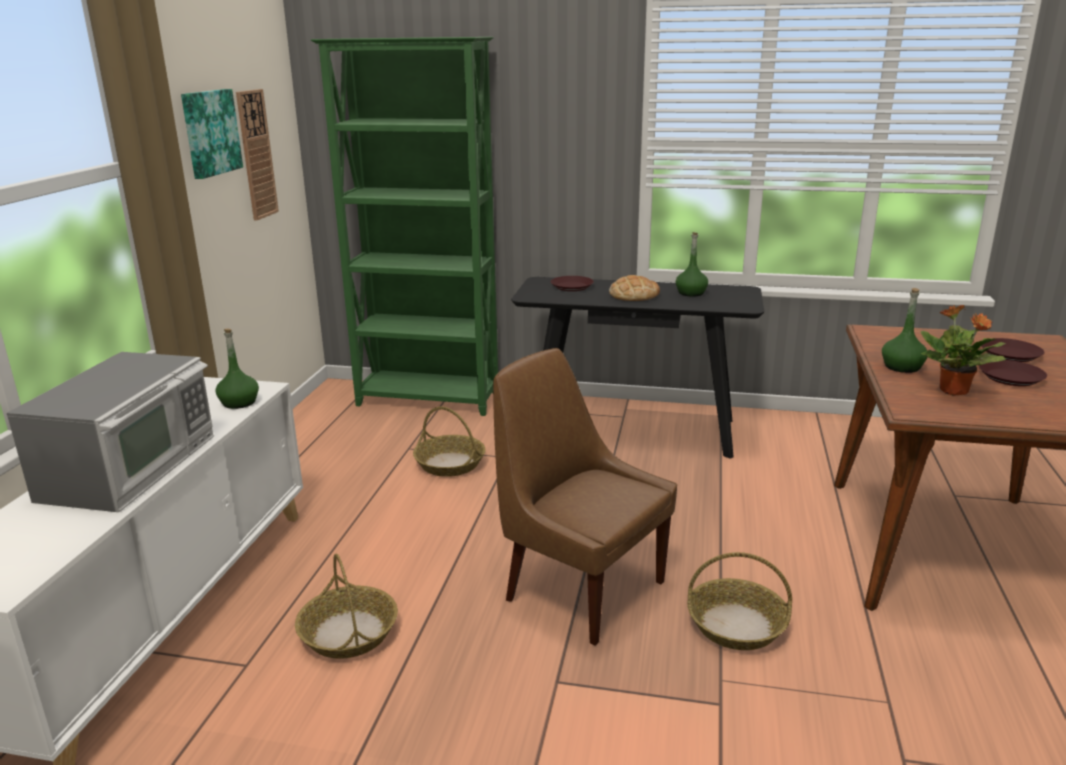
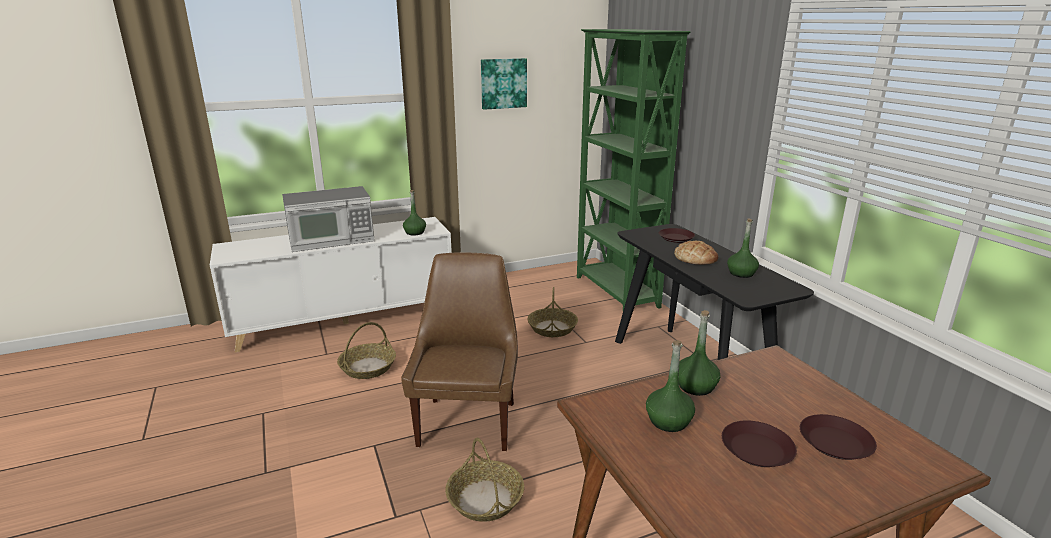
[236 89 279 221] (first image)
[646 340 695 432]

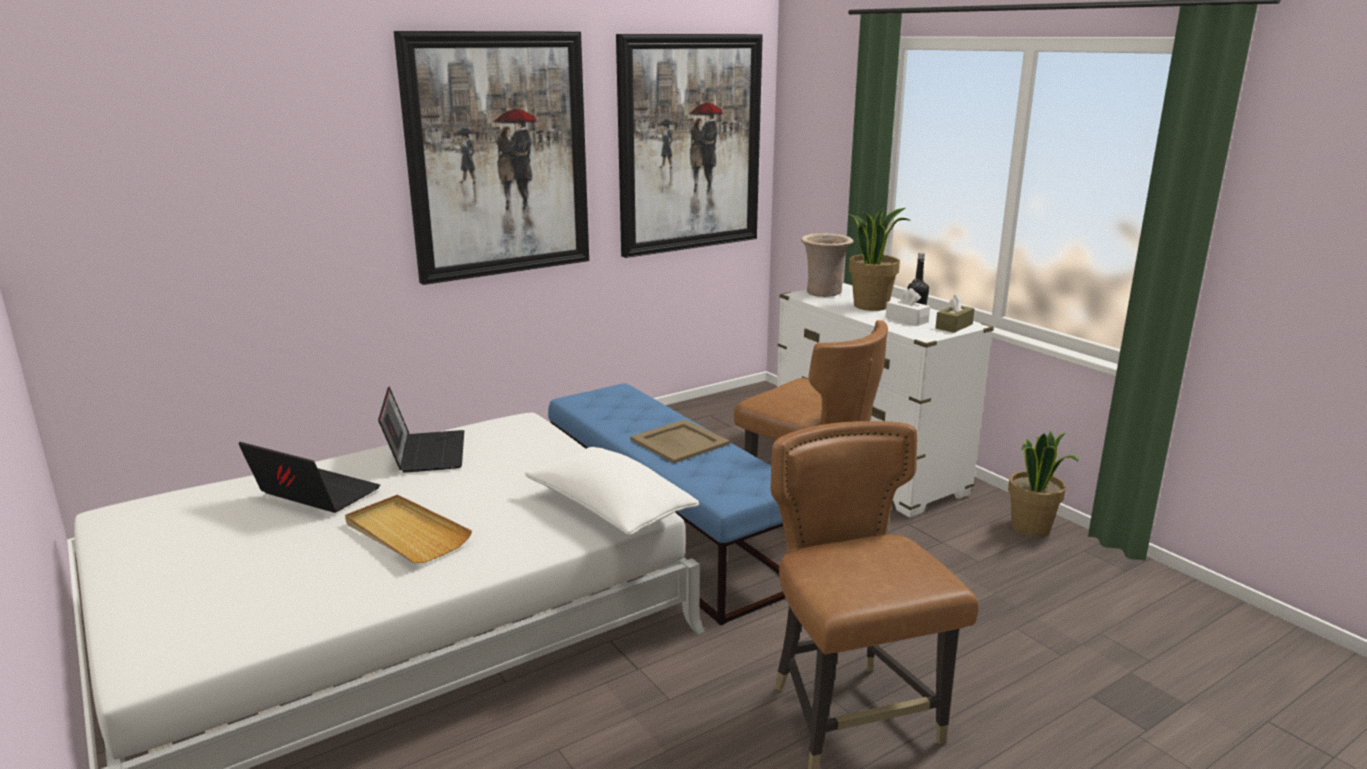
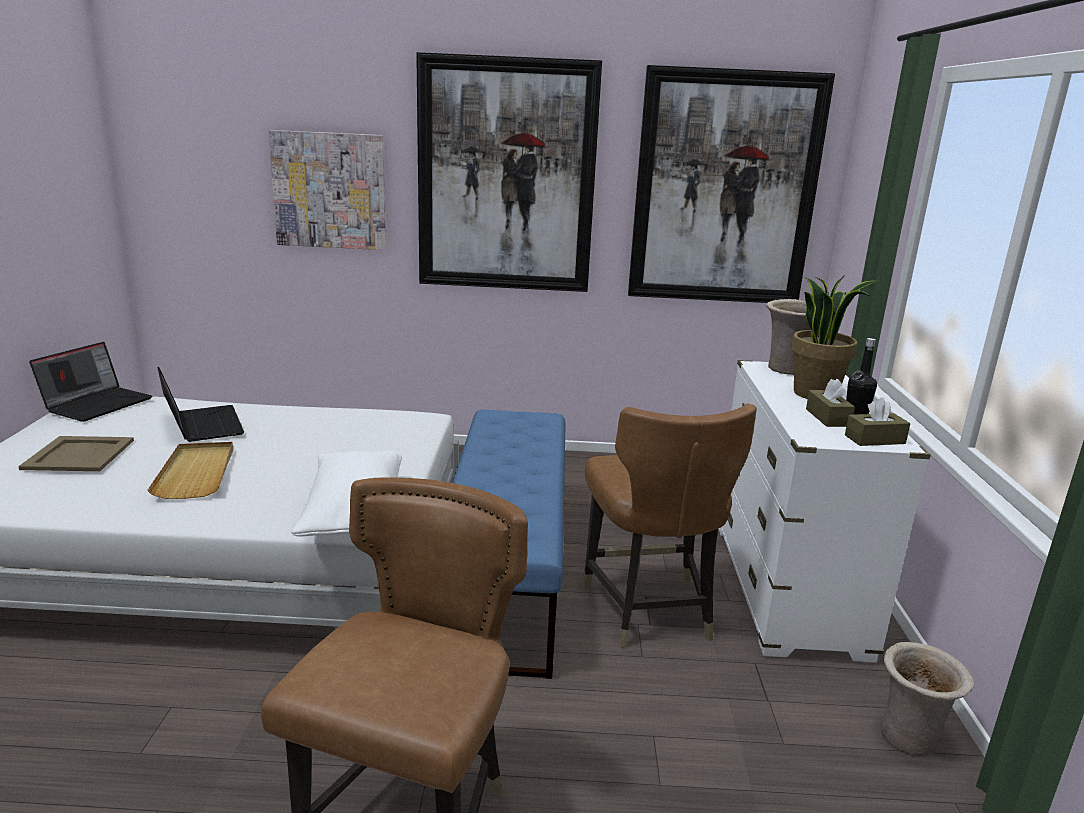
[806 379 855 427]
[29 342 152 422]
[18 436 134 471]
[880 642 974 756]
[268 130 386 250]

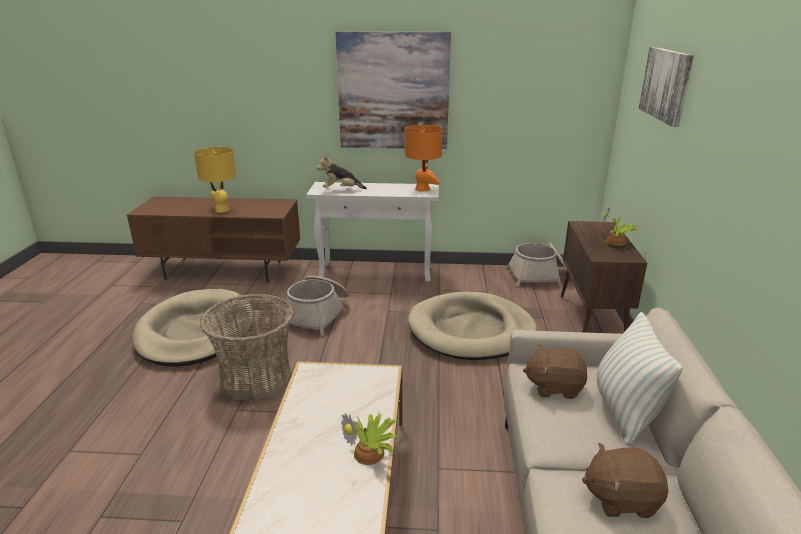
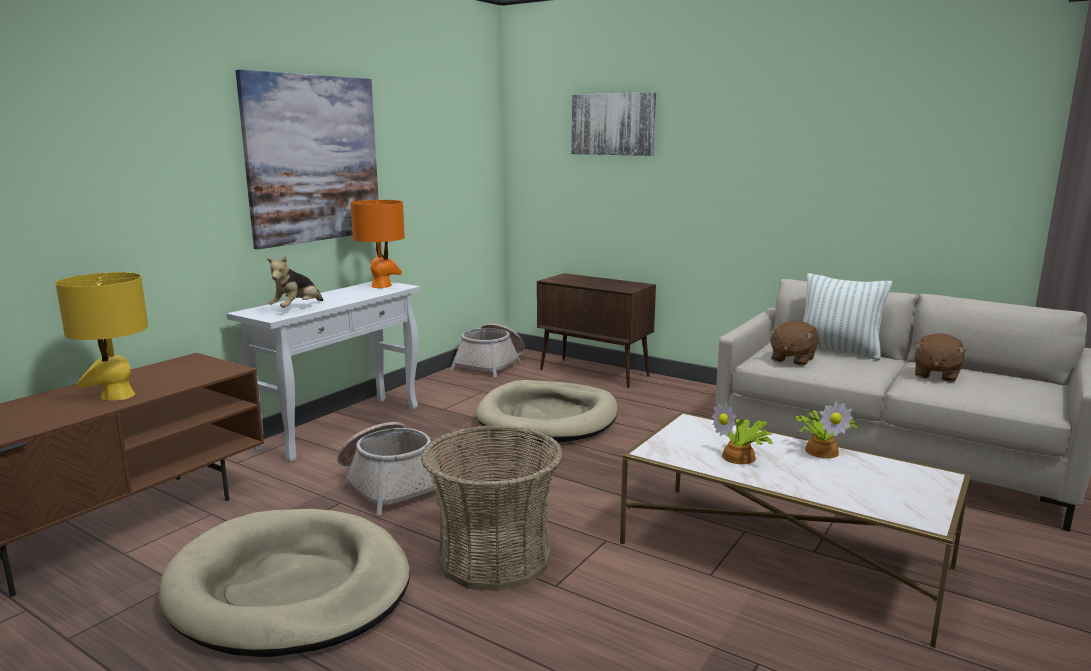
[712 402 773 464]

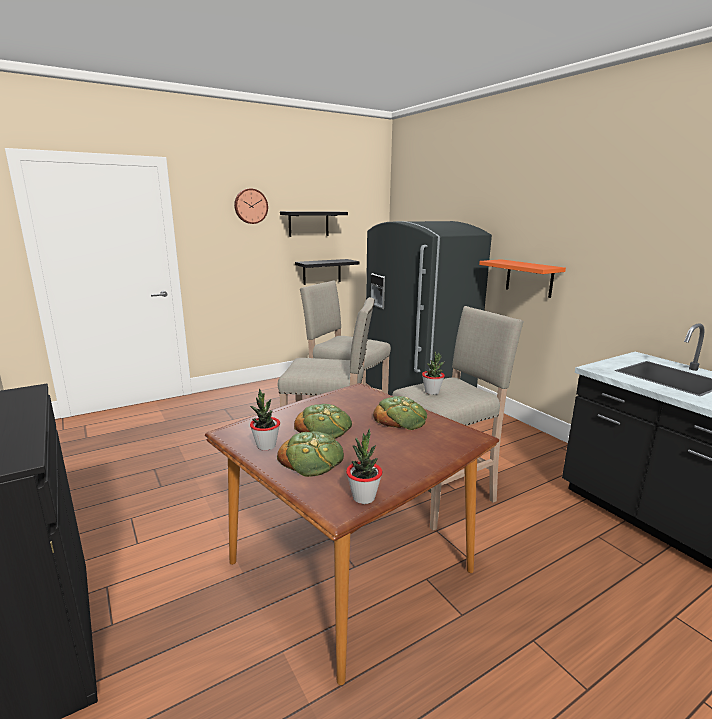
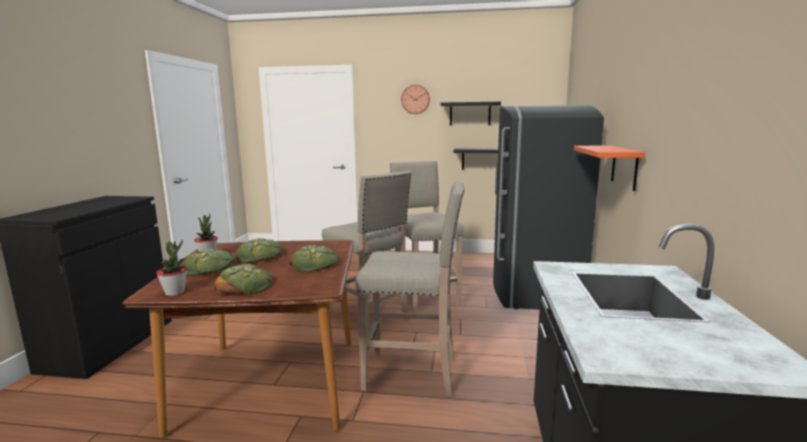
[422 352 445 395] (first image)
[214 264 273 295]

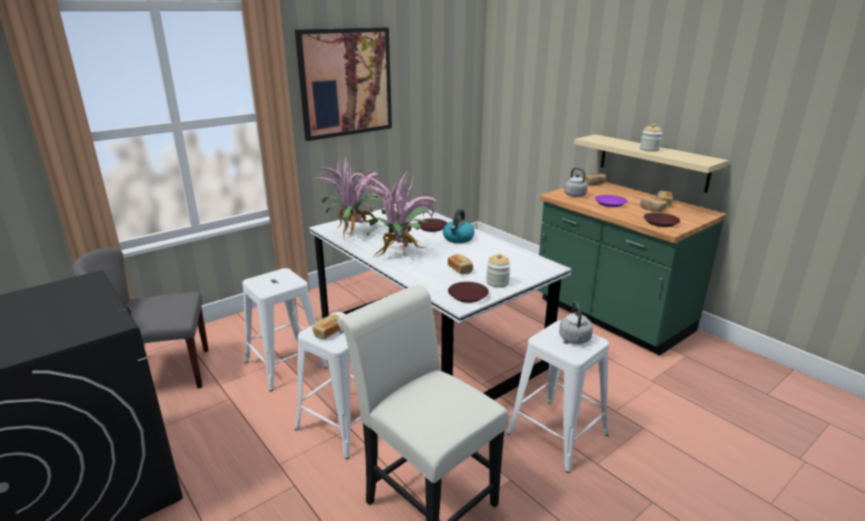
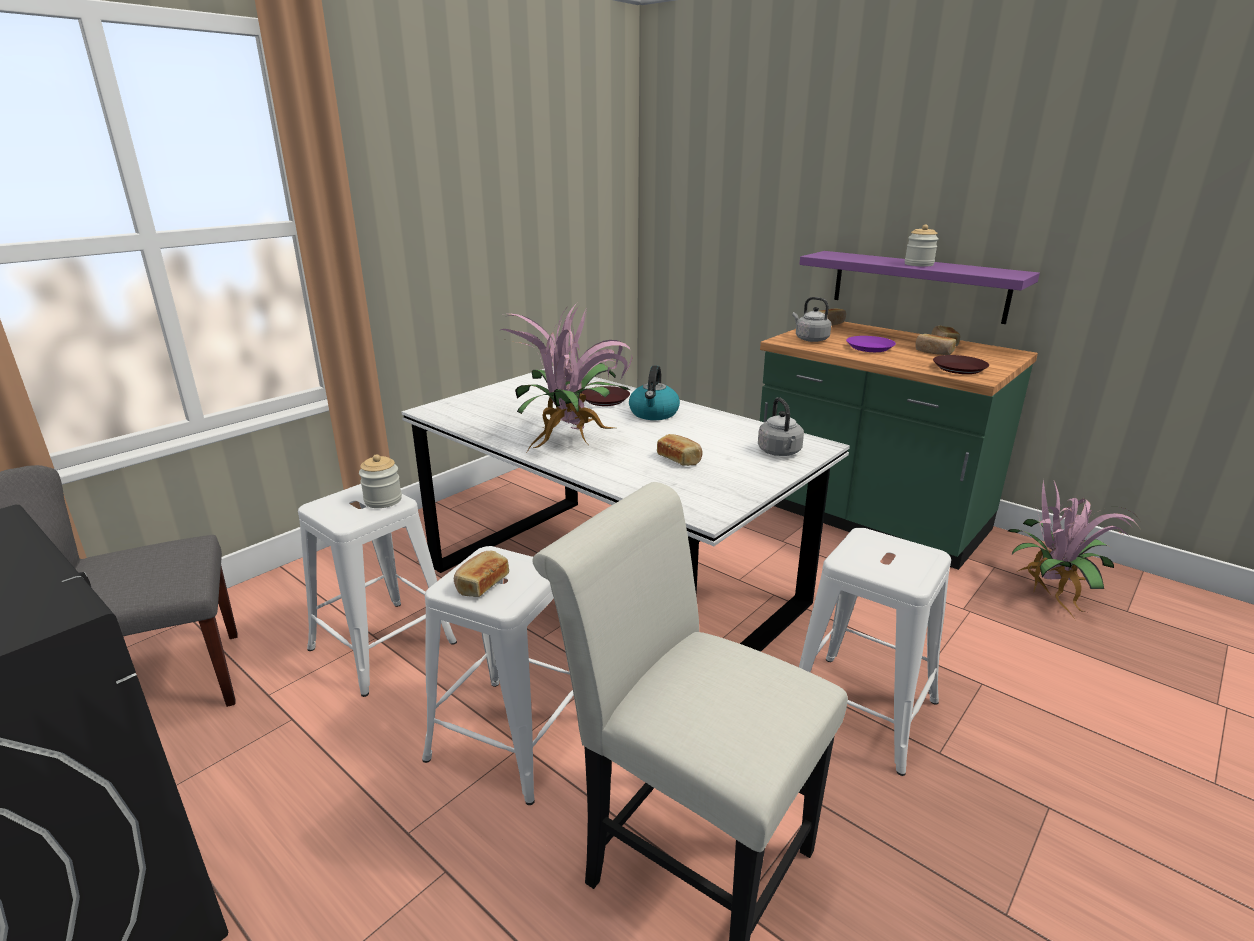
[295 27 392 141] (first image)
[799 251 1040 324]
[1007 479 1141 619]
[359 454 402 508]
[448 282 489 303] (first image)
[758 397 804 456]

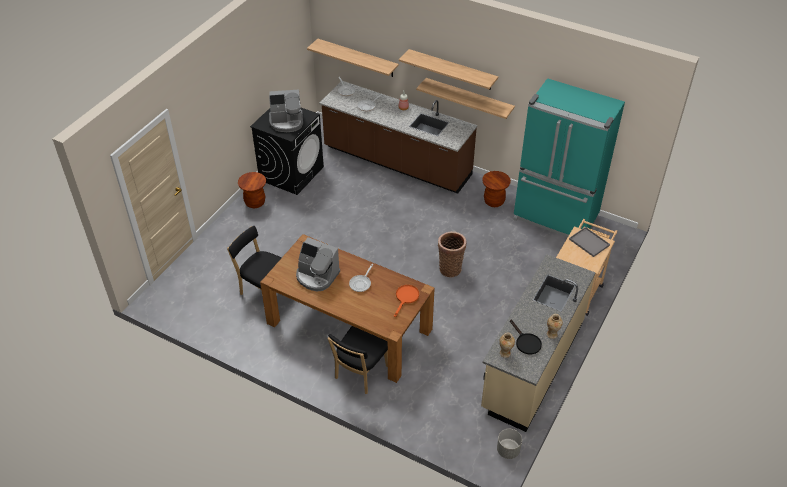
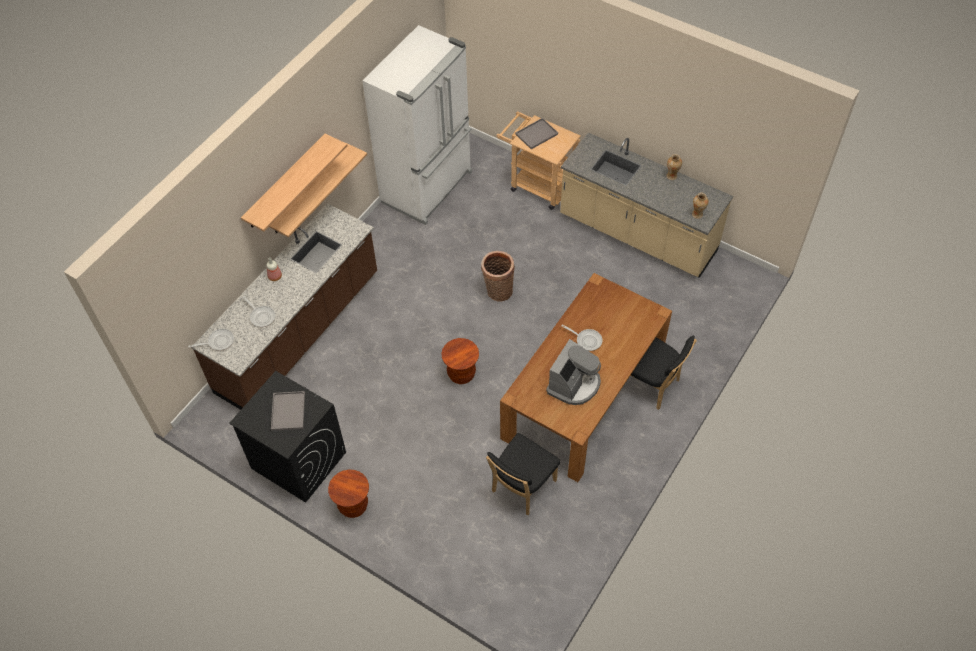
[307 39 399 77] (first image)
[363 25 472 225]
[271 391 305 431]
[441 338 479 384]
[394 285 419 317] (first image)
[510 319 542 354] (first image)
[497 429 522 459] (first image)

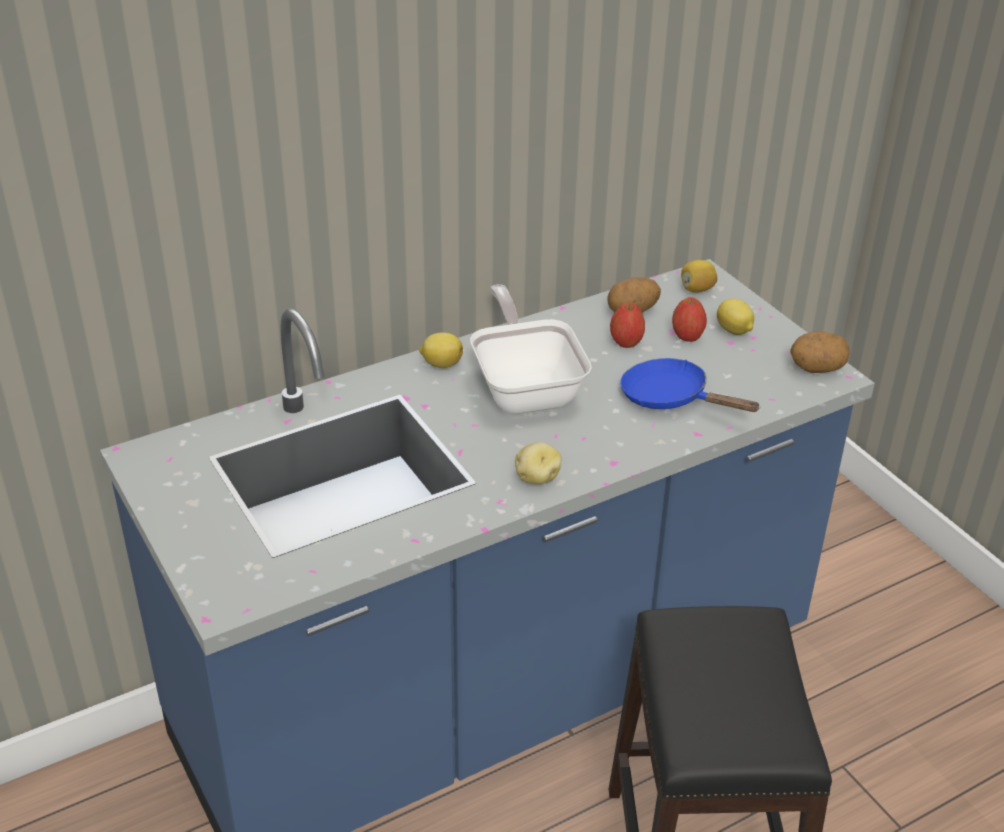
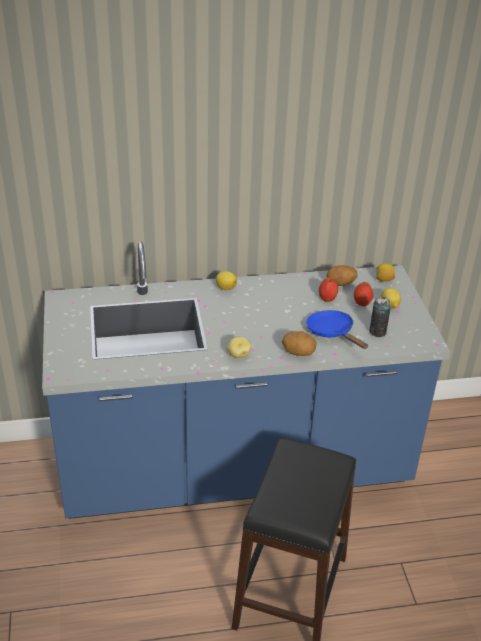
[470 284 592 414] (first image)
[282 331 316 356]
[369 297 391 337]

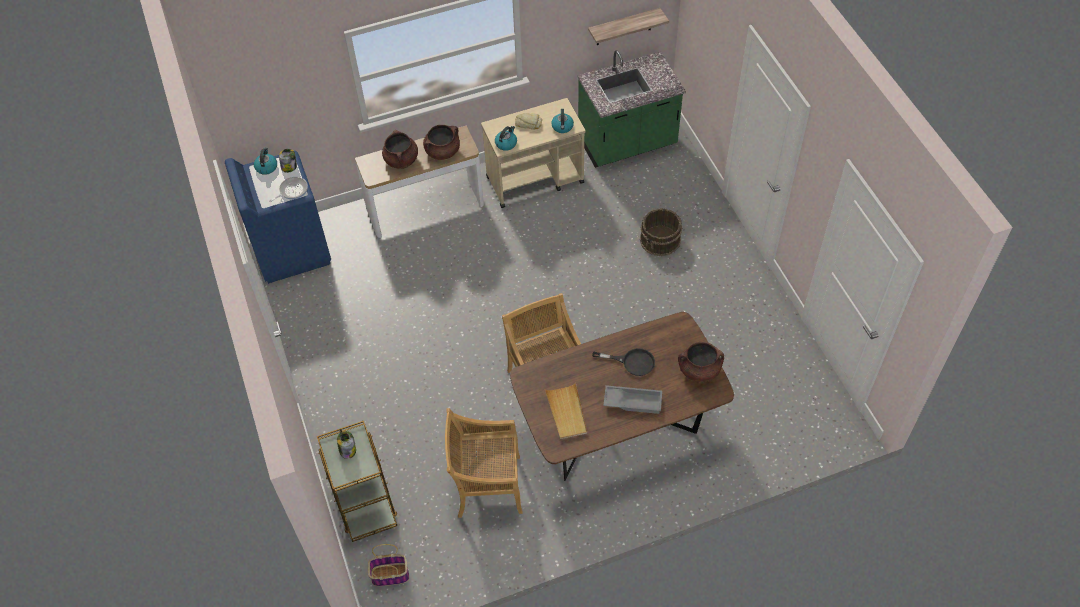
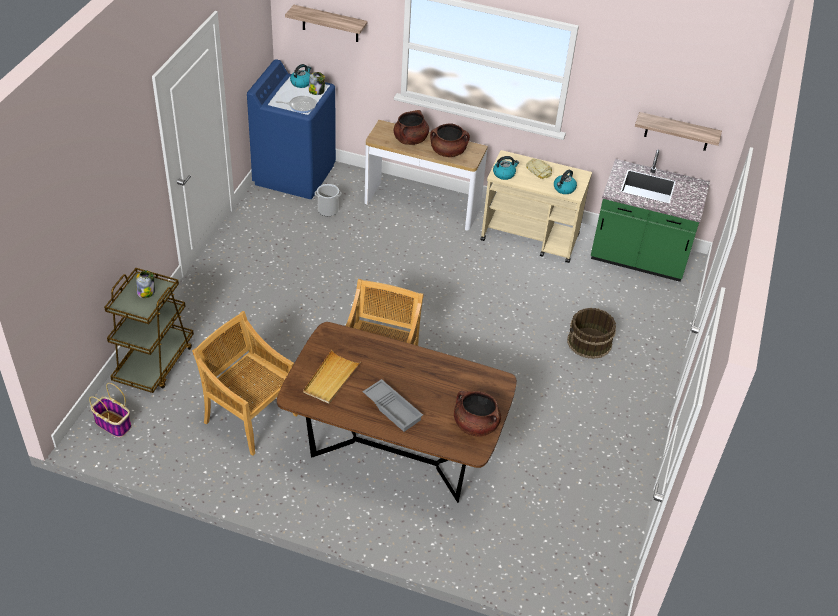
[592 348 655 376] (first image)
[285 5 368 42]
[315 184 341 216]

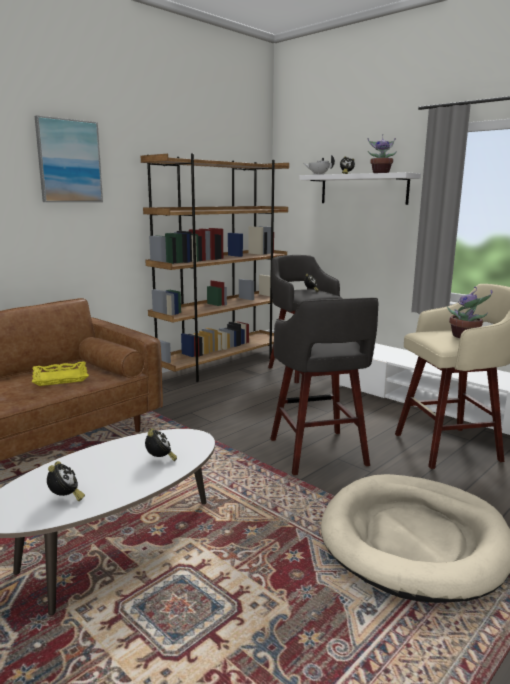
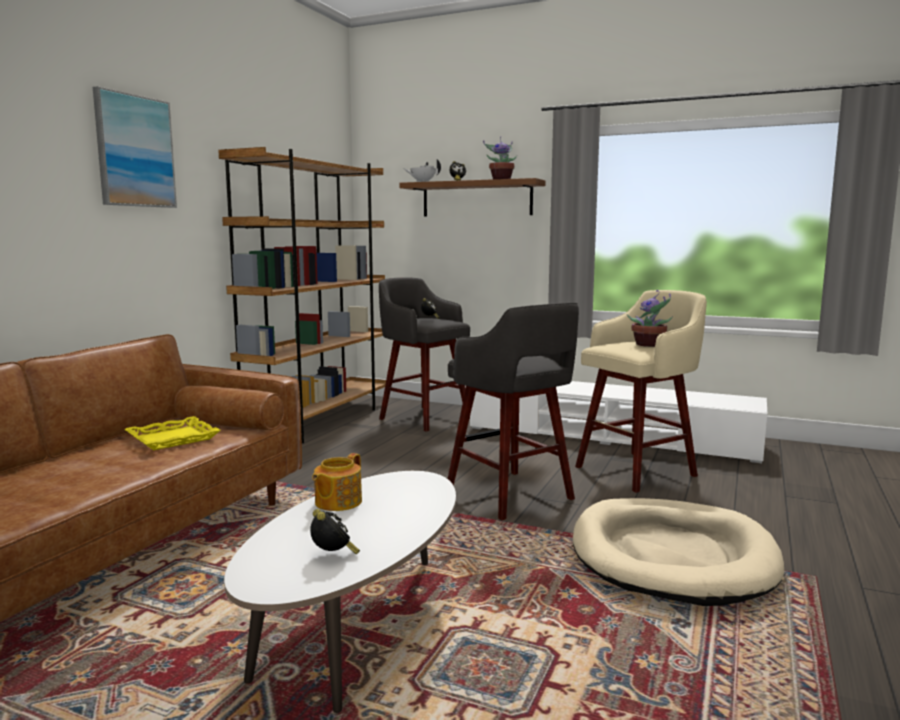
[400 178 545 216]
[145 428 177 461] (first image)
[312 453 362 511]

